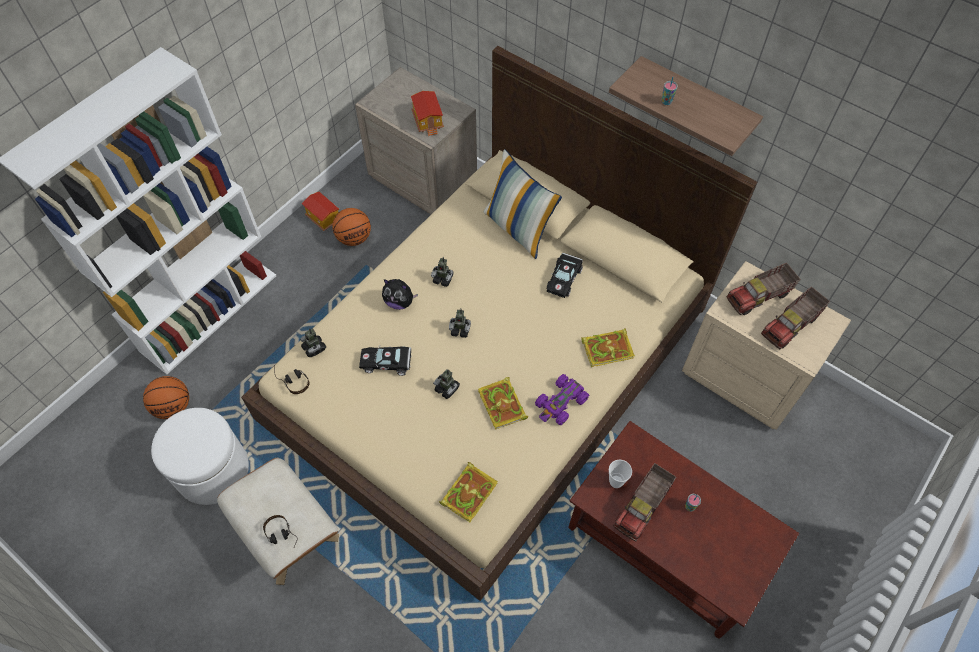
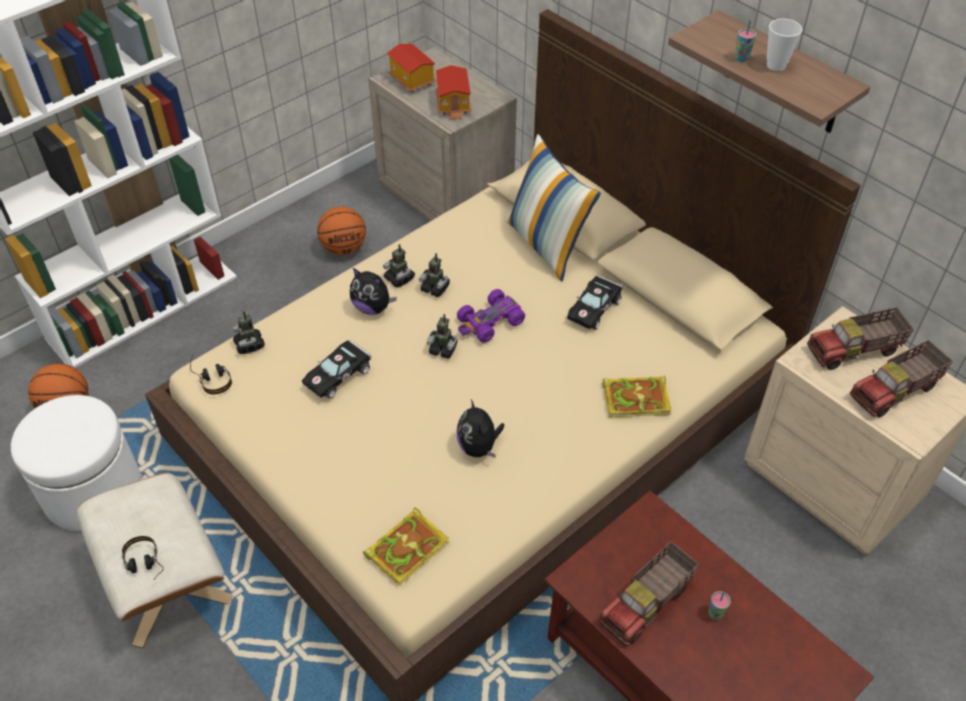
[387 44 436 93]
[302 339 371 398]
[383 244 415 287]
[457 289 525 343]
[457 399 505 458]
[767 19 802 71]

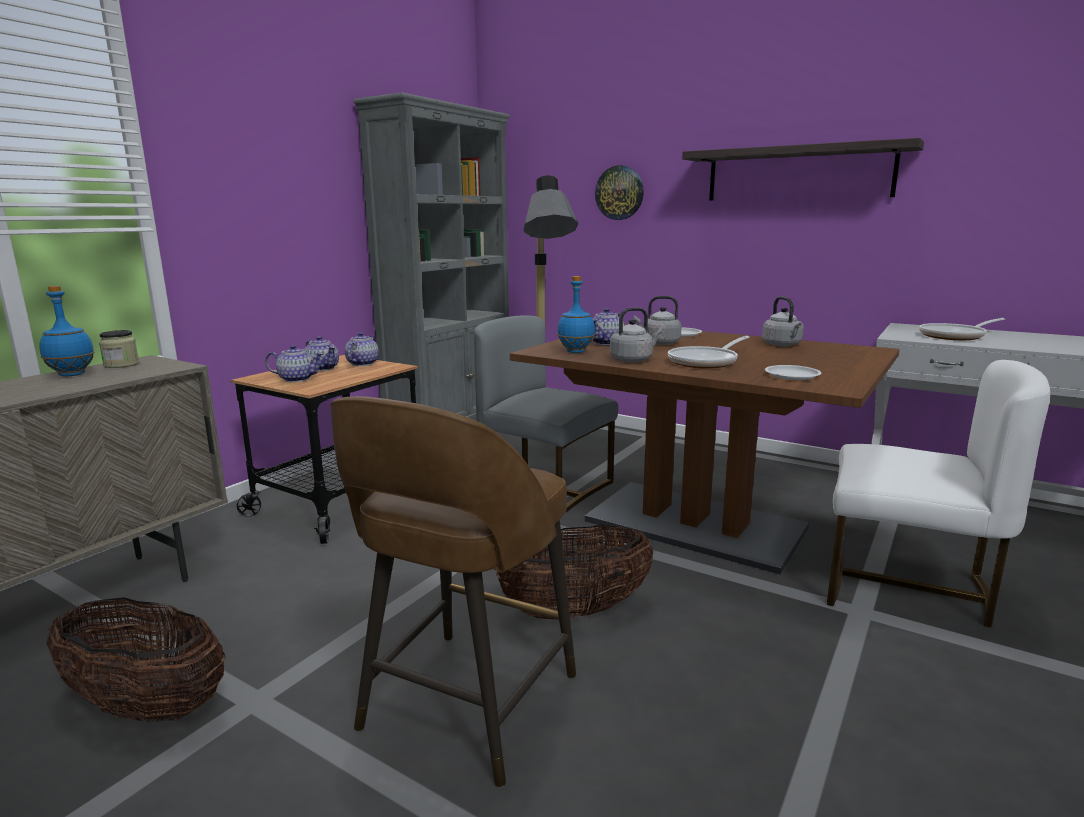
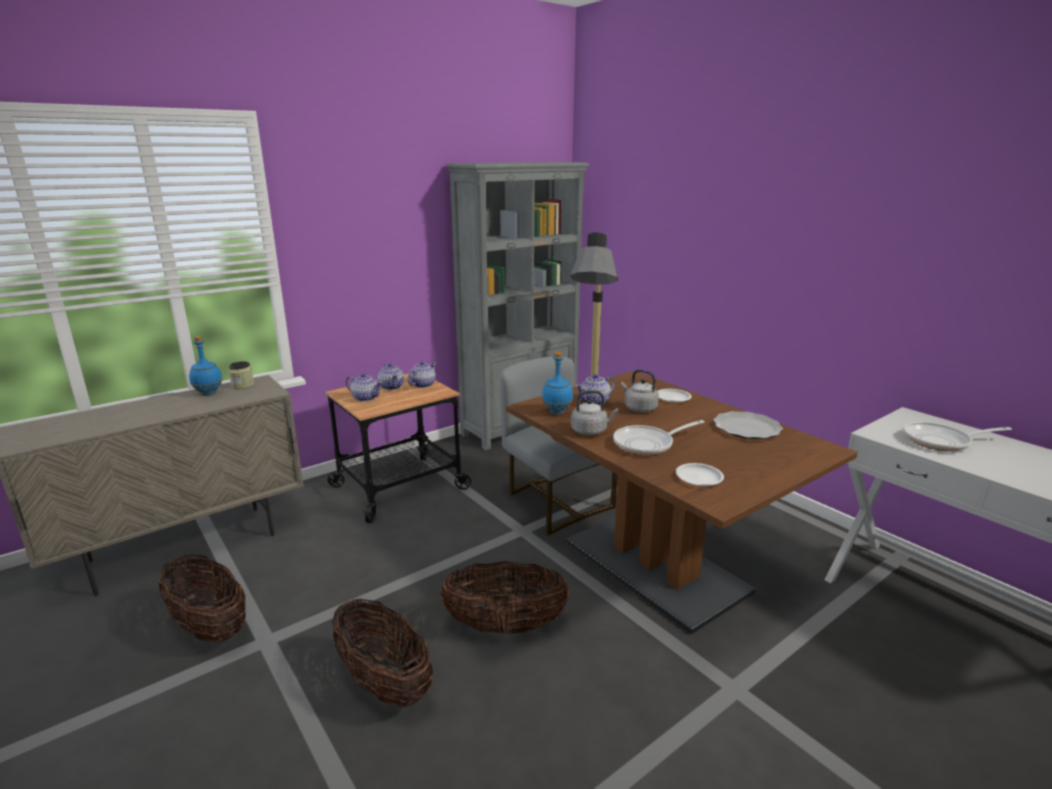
[682 138 924 200] (first image)
[595 165 644 220] (first image)
[713 411 783 439]
[827 360 1050 627] (first image)
[332 599 433 708]

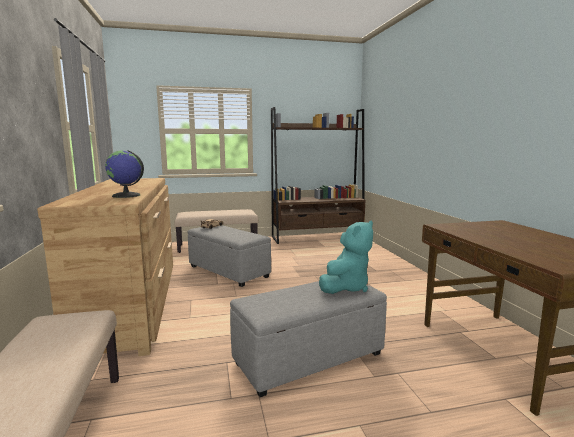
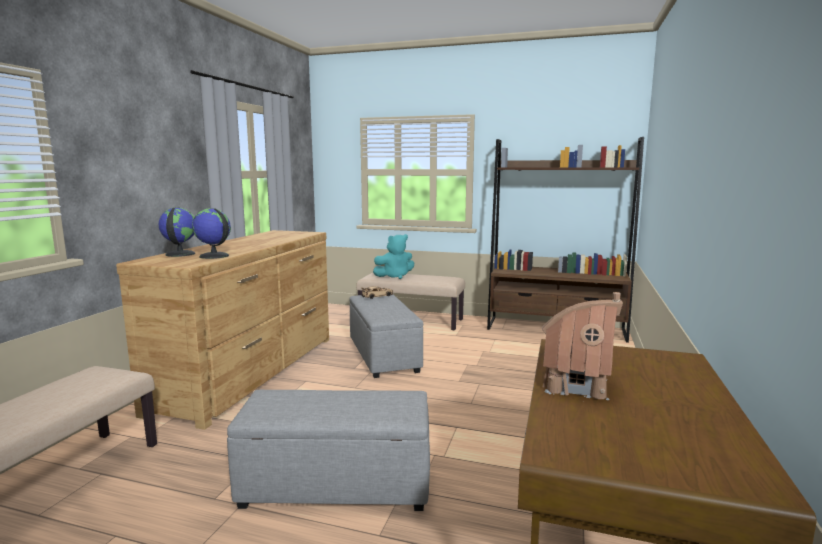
[373 234 414 279]
[159 207 195 257]
[542 292 623 402]

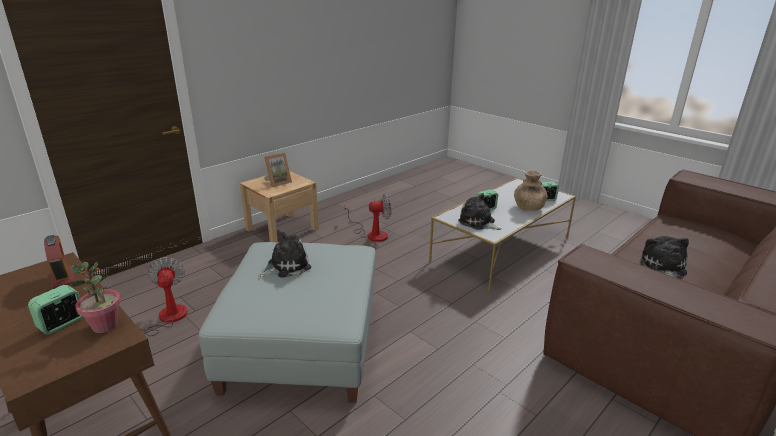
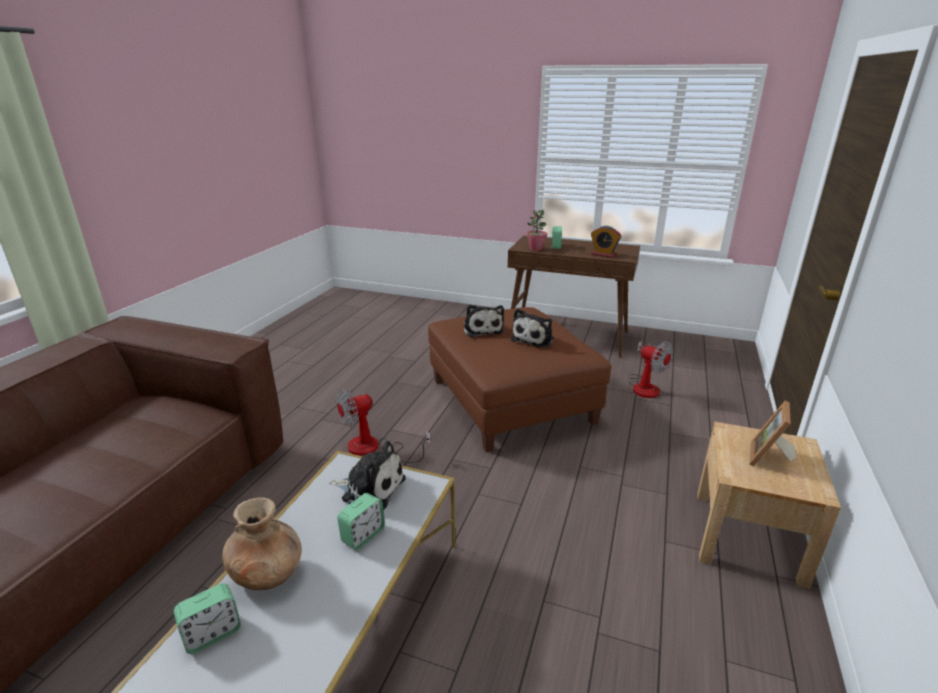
[336 389 431 463]
[463 305 504 337]
[428 307 611 452]

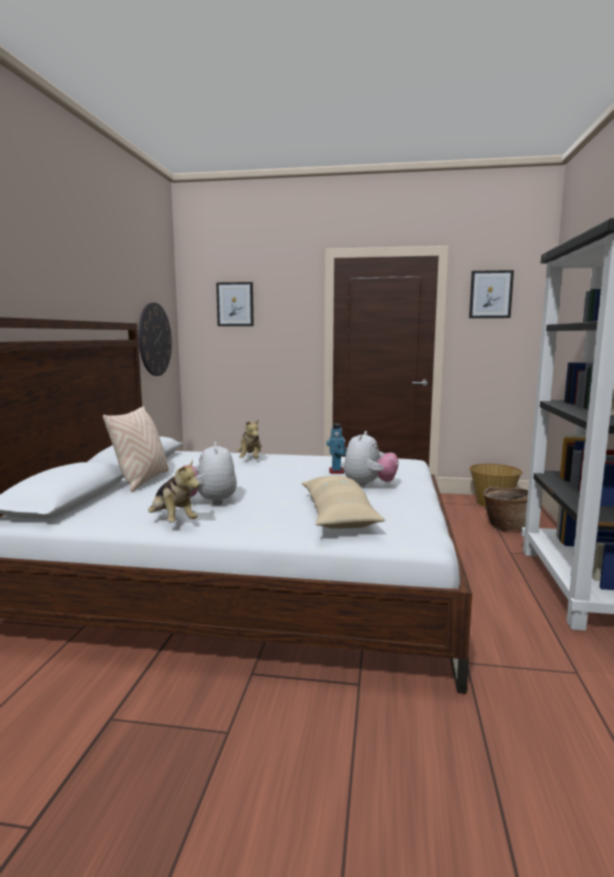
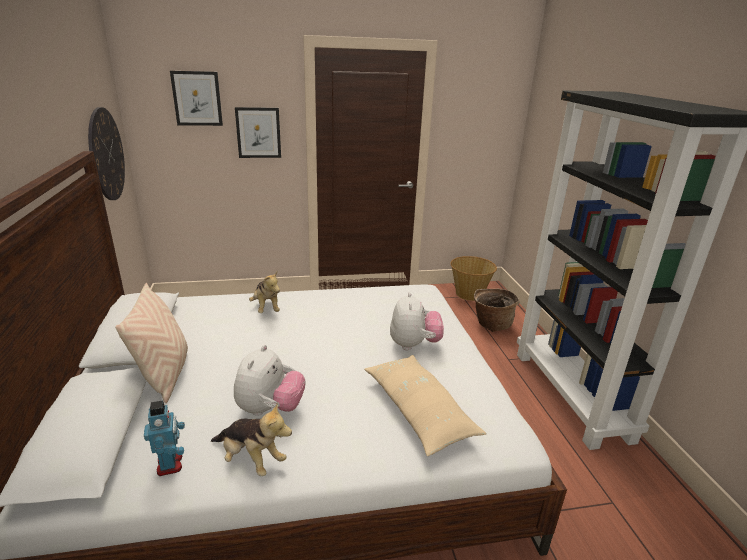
[235 107 281 158]
[144 401 185 476]
[234 345 305 416]

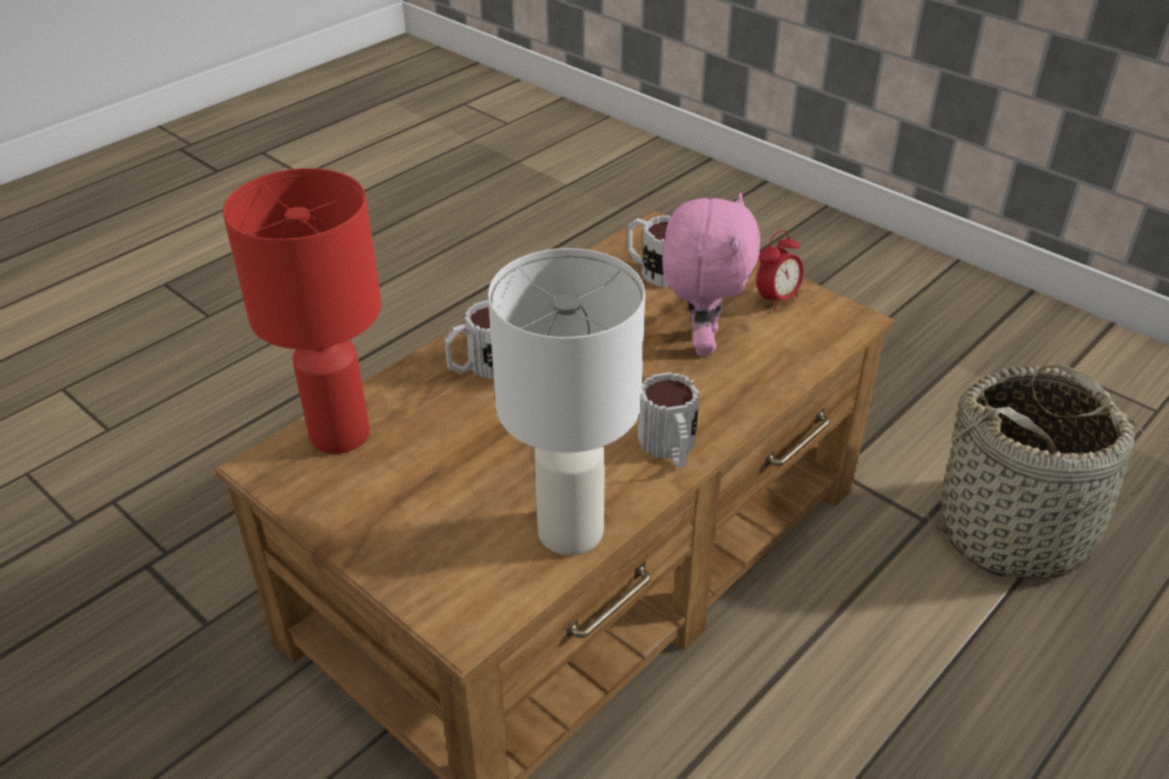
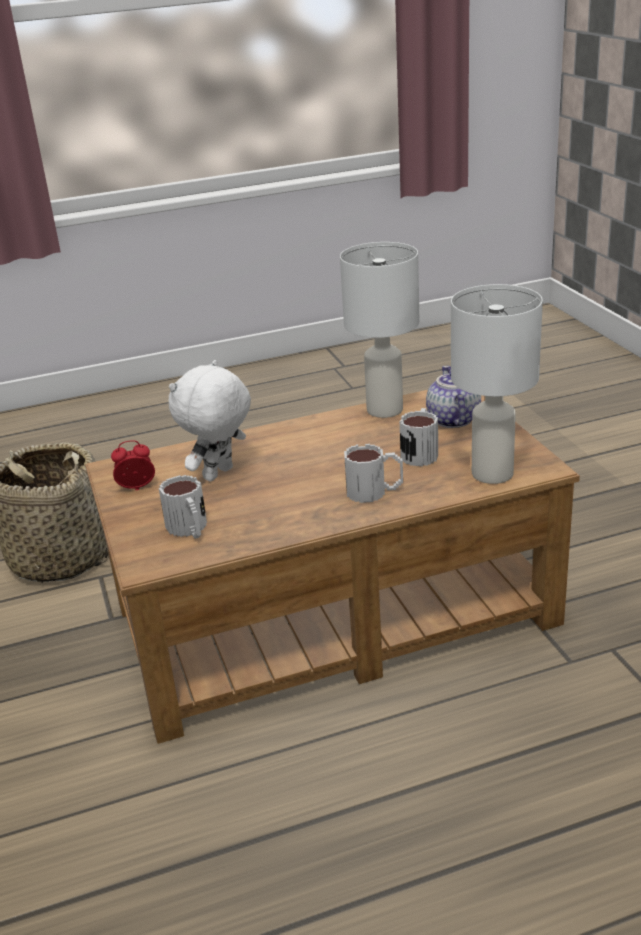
[451 284 543 484]
[169 360 251 481]
[400 408 438 466]
[426 366 481 428]

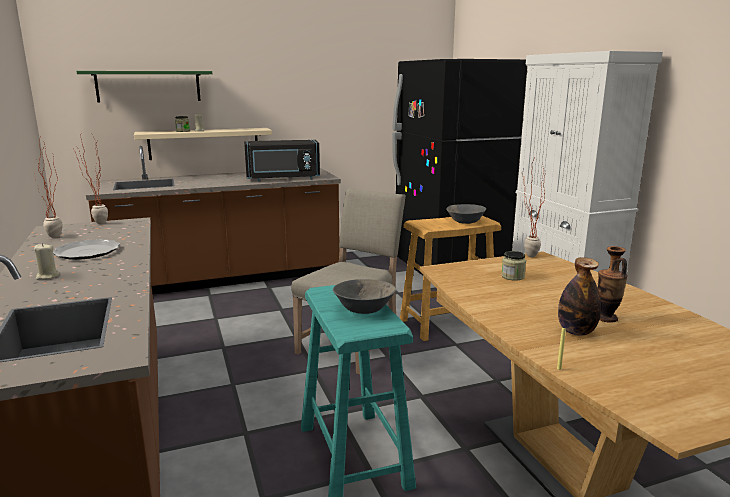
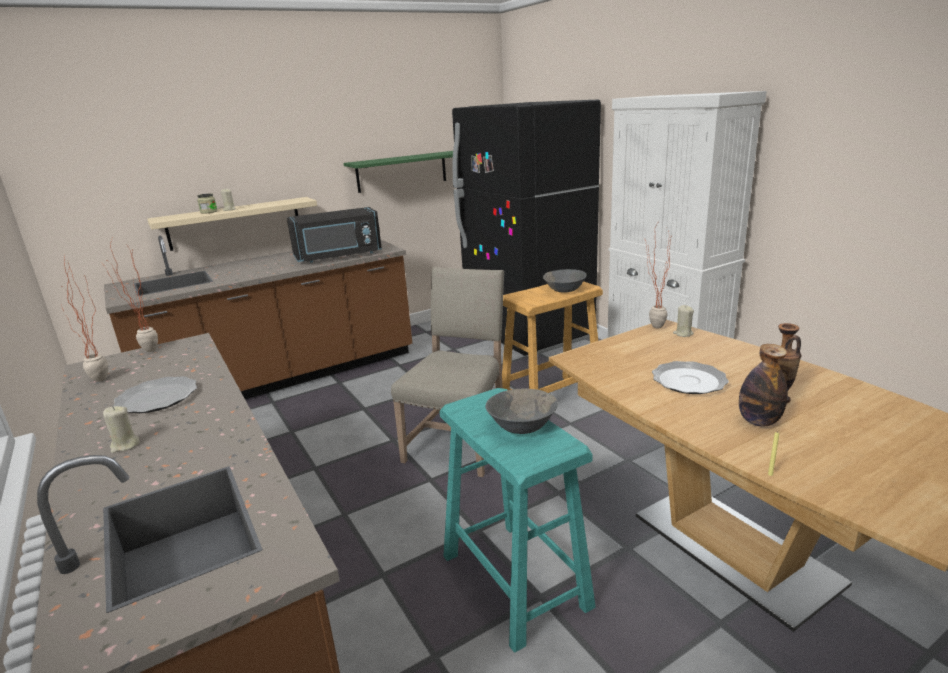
[343 151 453 193]
[501 251 526 281] (first image)
[673 305 694 337]
[652 361 729 394]

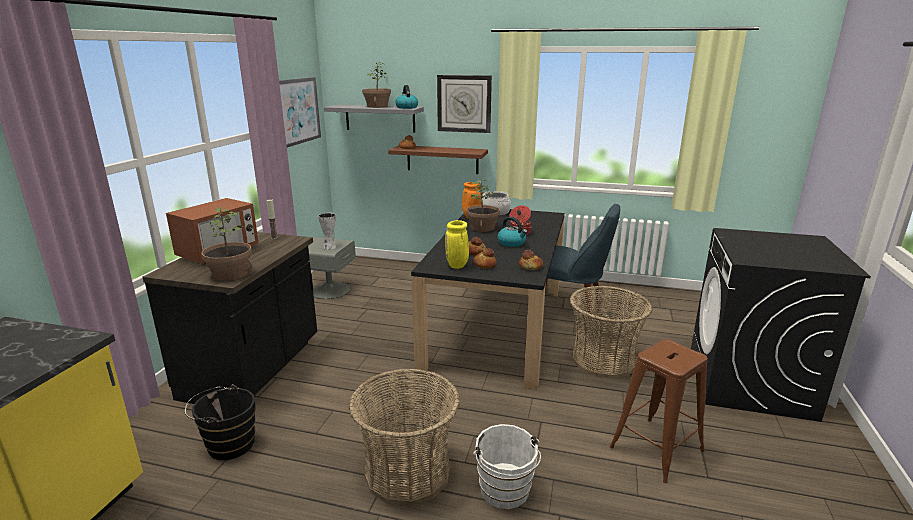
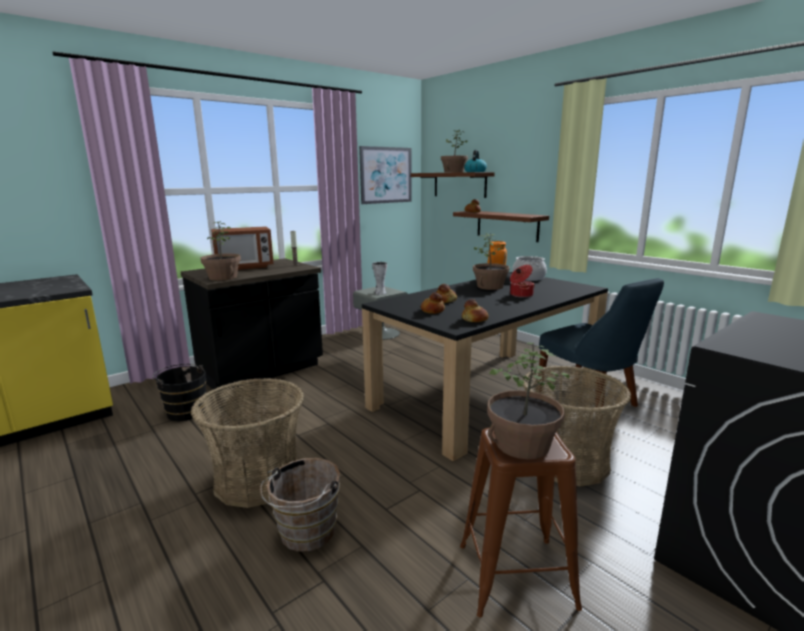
[437 75 492 133] (first image)
[411 172 495 198]
[498 217 527 247] (first image)
[445 220 469 269] (first image)
[260 458 340 552]
[487 342 569 459]

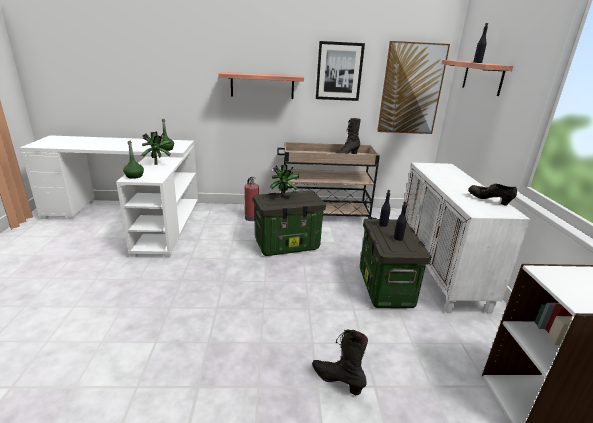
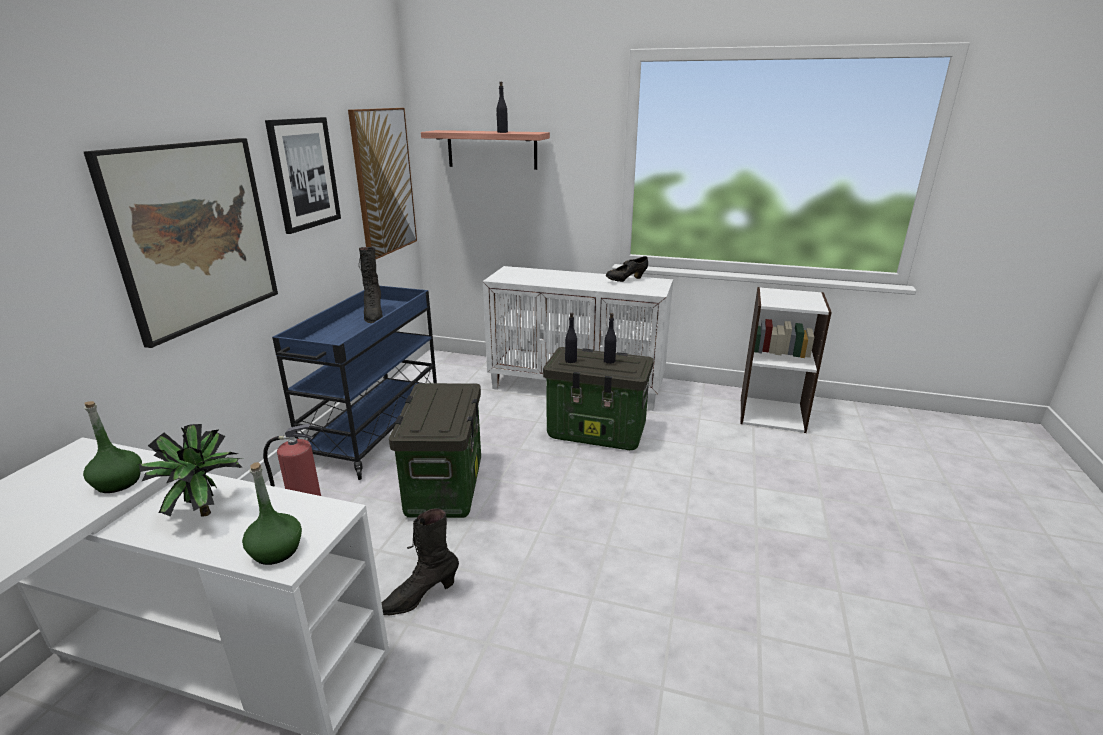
[84 138 278 348]
[272 286 437 480]
[269 165 299 197] (first image)
[381 508 459 616]

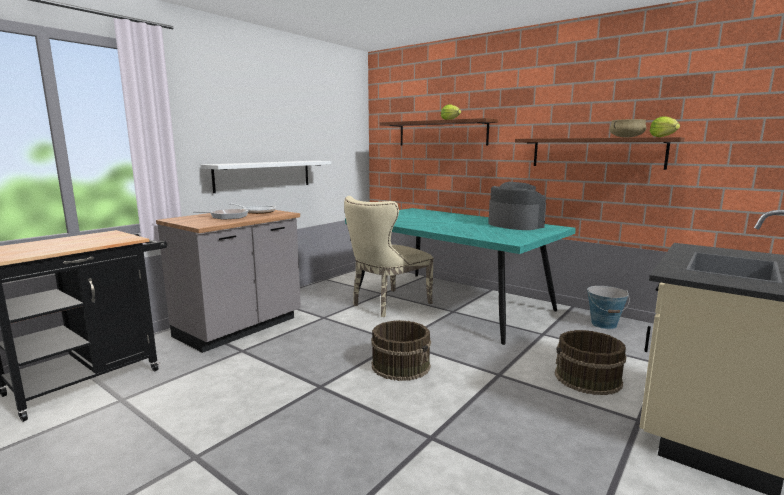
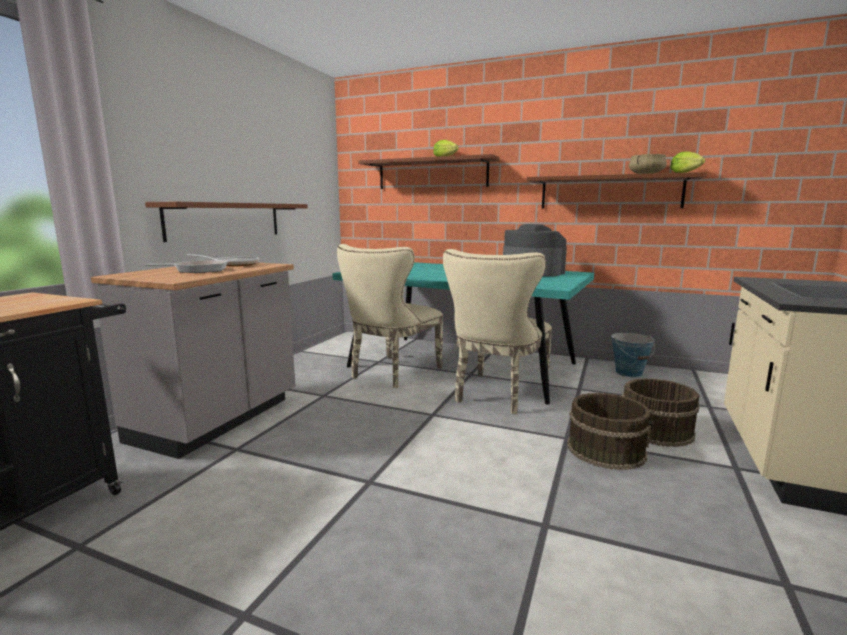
[145 202 308 242]
[567 393 653 470]
[443 249 552 414]

